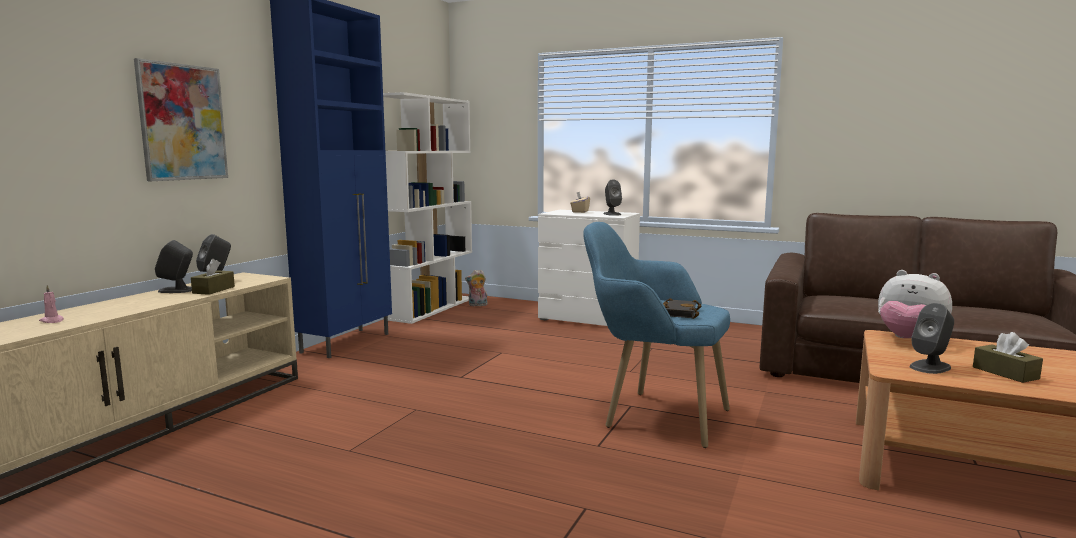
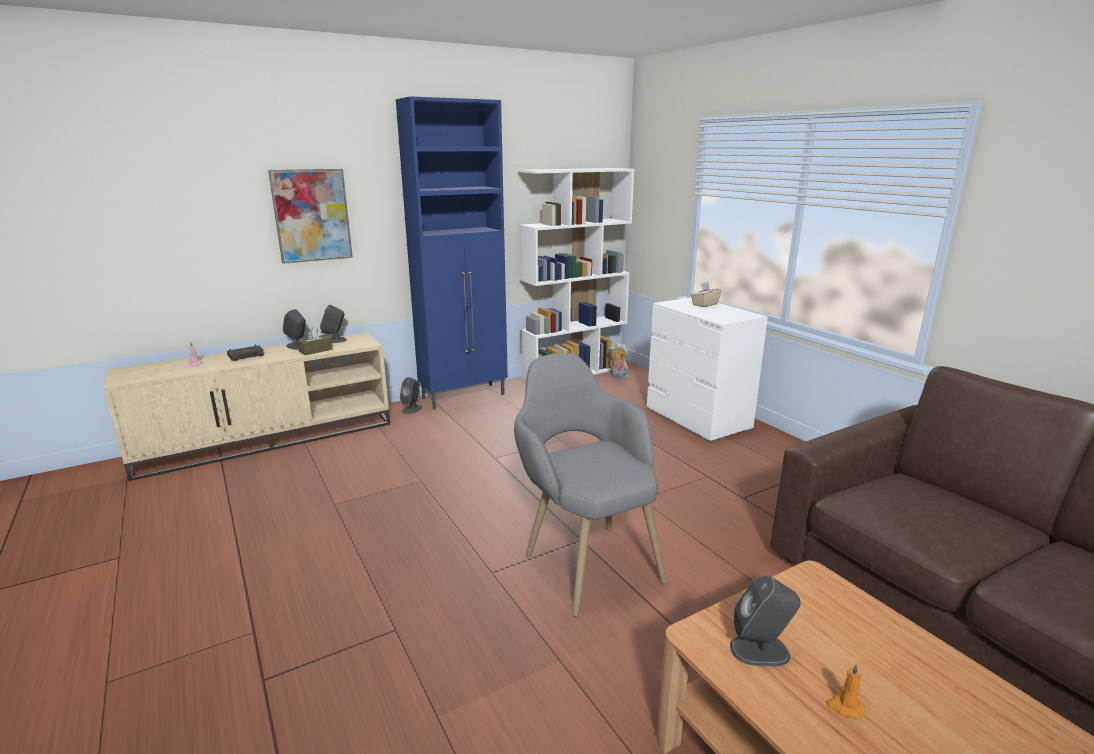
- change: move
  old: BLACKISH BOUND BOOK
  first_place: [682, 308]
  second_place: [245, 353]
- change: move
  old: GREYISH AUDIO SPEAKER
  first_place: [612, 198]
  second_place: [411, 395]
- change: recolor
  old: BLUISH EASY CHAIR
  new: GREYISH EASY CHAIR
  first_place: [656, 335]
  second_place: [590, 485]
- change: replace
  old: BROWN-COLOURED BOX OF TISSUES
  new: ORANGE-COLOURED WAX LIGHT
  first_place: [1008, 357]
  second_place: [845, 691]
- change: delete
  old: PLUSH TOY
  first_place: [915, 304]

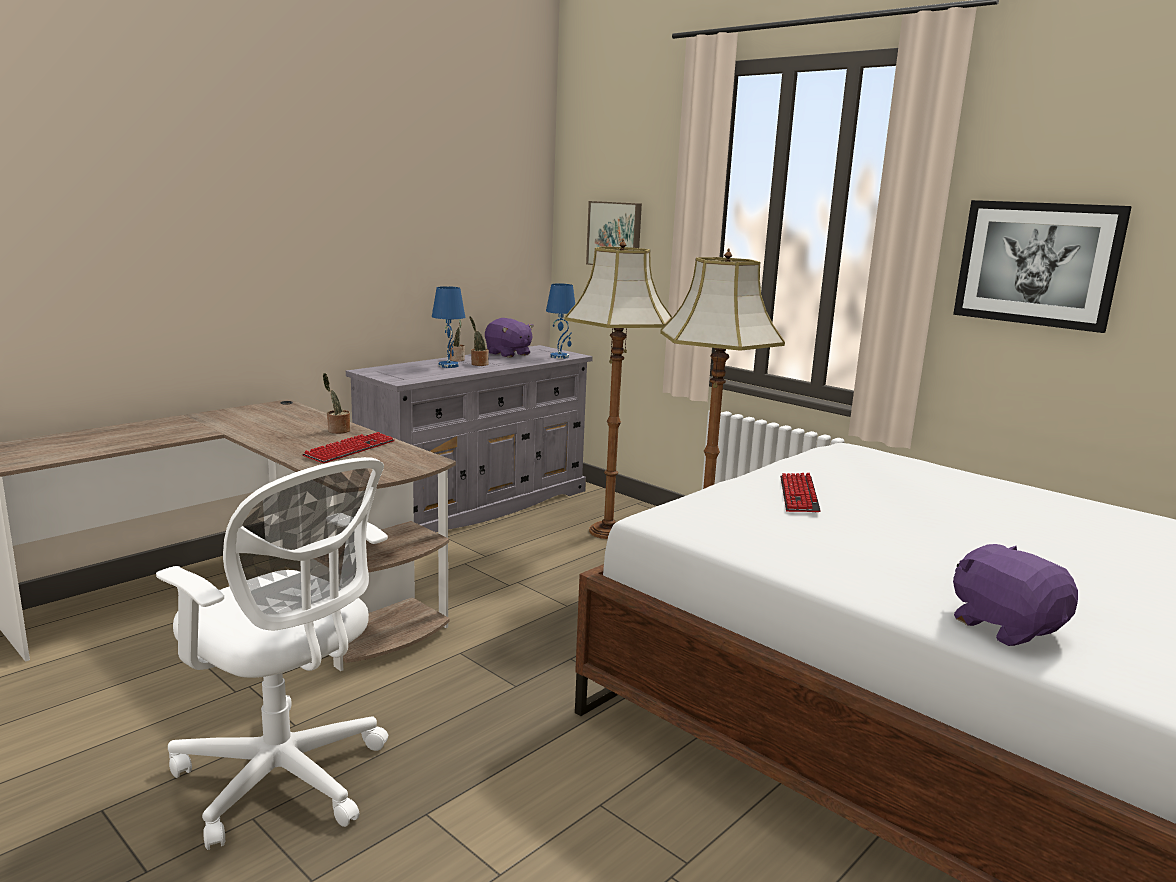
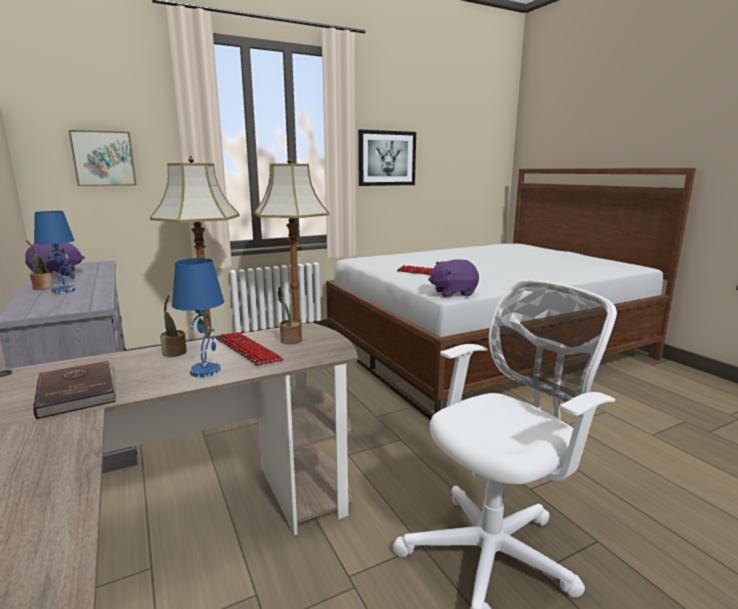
- change: insert
  new: BROWN-COLOURED BOUND BOOK
  second_place: [74, 390]
- change: move
  old: BLUISH TABLE LAMP
  first_place: [560, 321]
  second_place: [198, 317]
- change: move
  old: POTTED PLANT
  first_place: [479, 341]
  second_place: [289, 315]
- change: move
  old: PURPLISH PLUSH TOY
  first_place: [1015, 595]
  second_place: [453, 278]

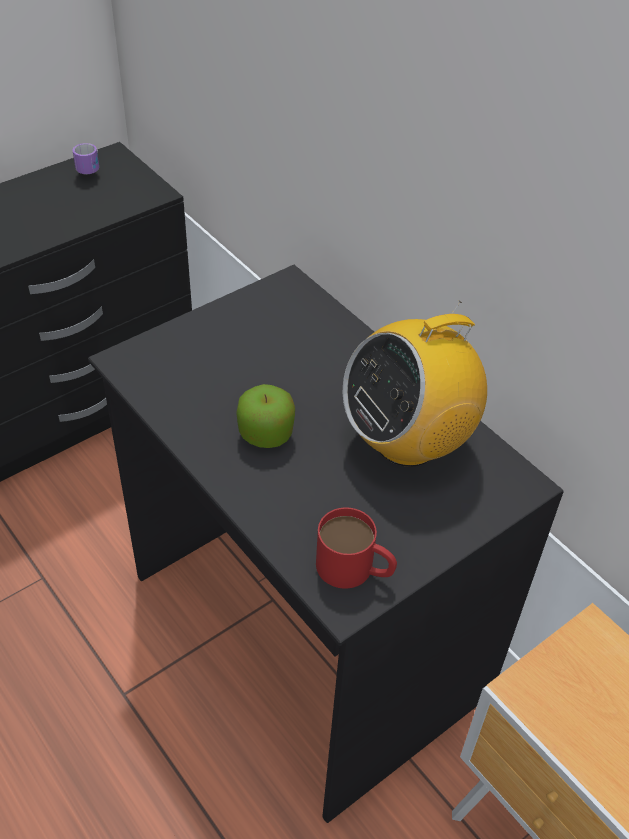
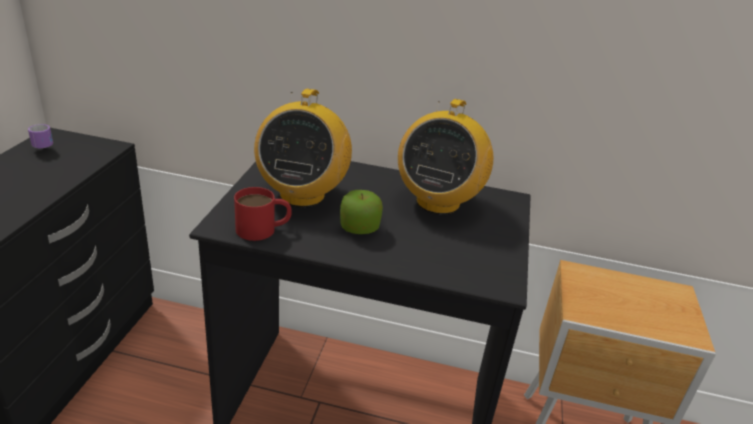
- change: move
  old: RED-COLOURED COFFEE MUG
  first_place: [356, 548]
  second_place: [263, 214]
- change: insert
  new: RADIO RECEIVER
  second_place: [303, 148]

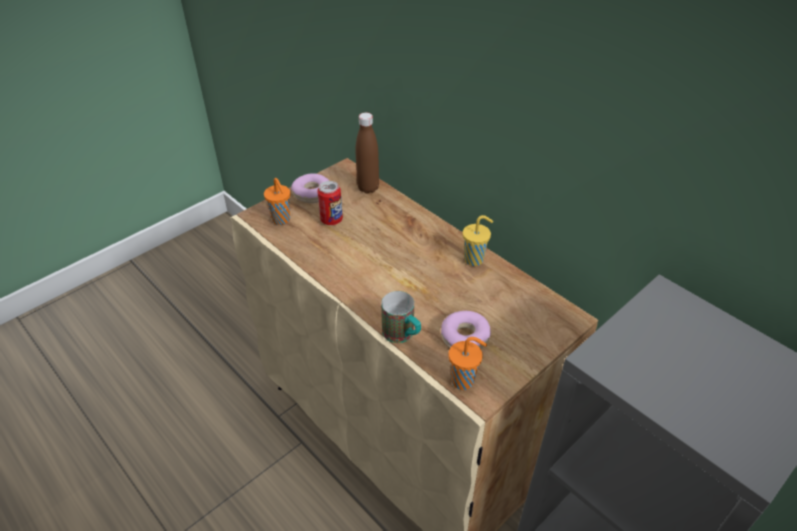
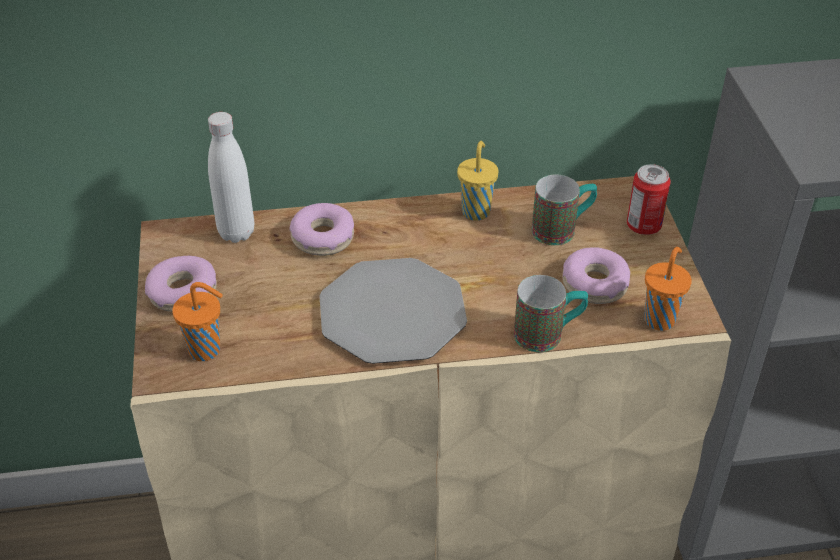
- change: recolor
  old: BROWN-COLOURED BOTTLE
  new: WHITE BOTTLE
  first_place: [367, 153]
  second_place: [231, 177]
- change: insert
  new: DOUGHNUT
  second_place: [322, 229]
- change: insert
  new: PLATE
  second_place: [393, 311]
- change: insert
  new: COFFEE MUG
  second_place: [564, 210]
- change: move
  old: CAN
  first_place: [330, 203]
  second_place: [649, 199]

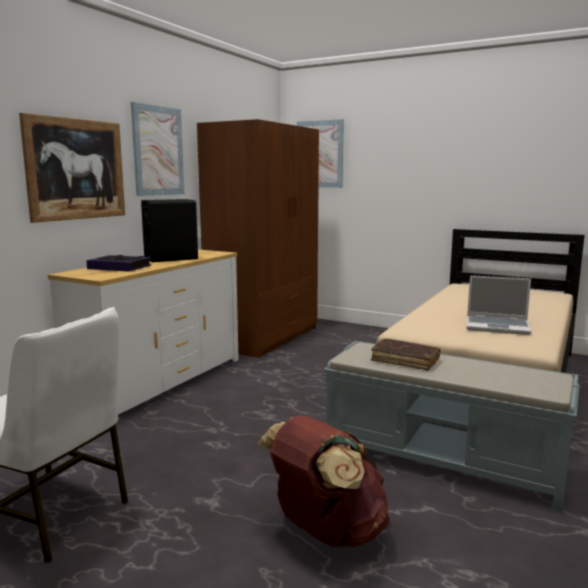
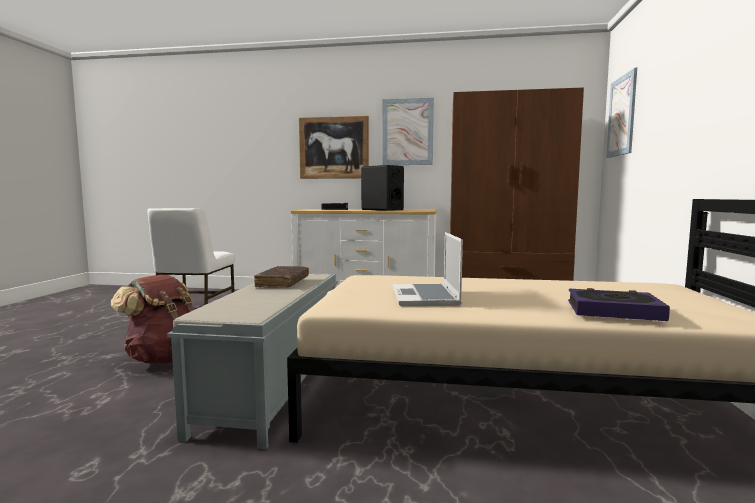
- change: insert
  new: BOUND BOOK
  second_place: [619, 304]

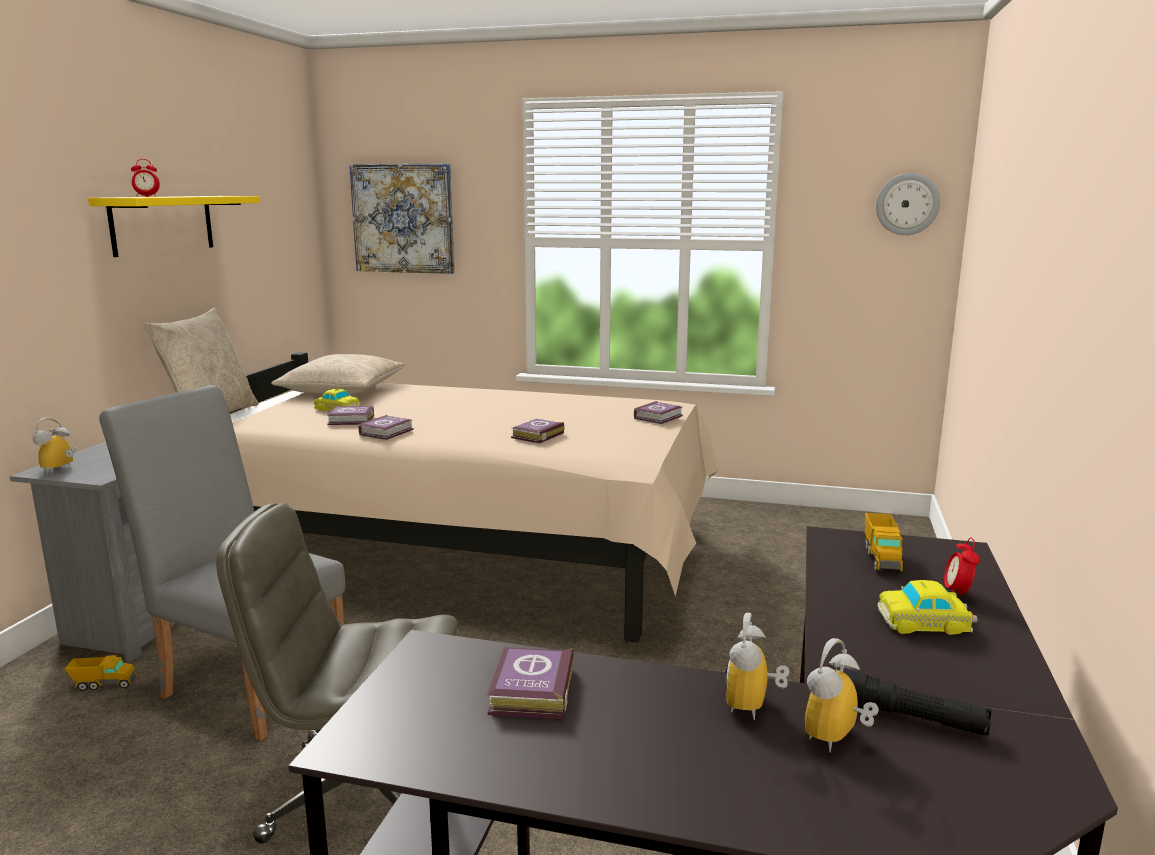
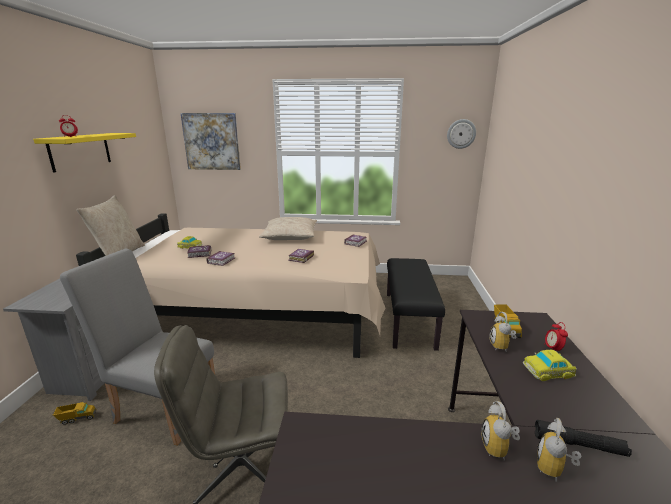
- change: move
  old: BEIGE THROW PILLOW
  first_place: [338, 374]
  second_place: [288, 228]
- change: insert
  new: BLACKISH INDOOR BENCH
  second_place: [416, 304]
- change: move
  old: TABLE CLOCK
  first_place: [54, 446]
  second_place: [502, 331]
- change: delete
  old: BOUND BOOK
  first_place: [530, 683]

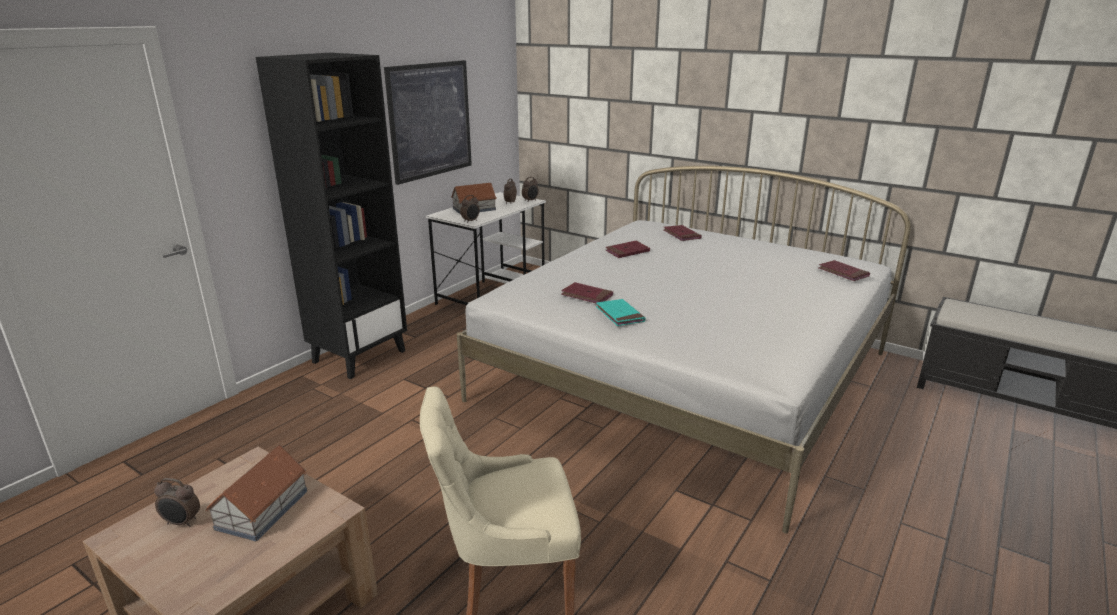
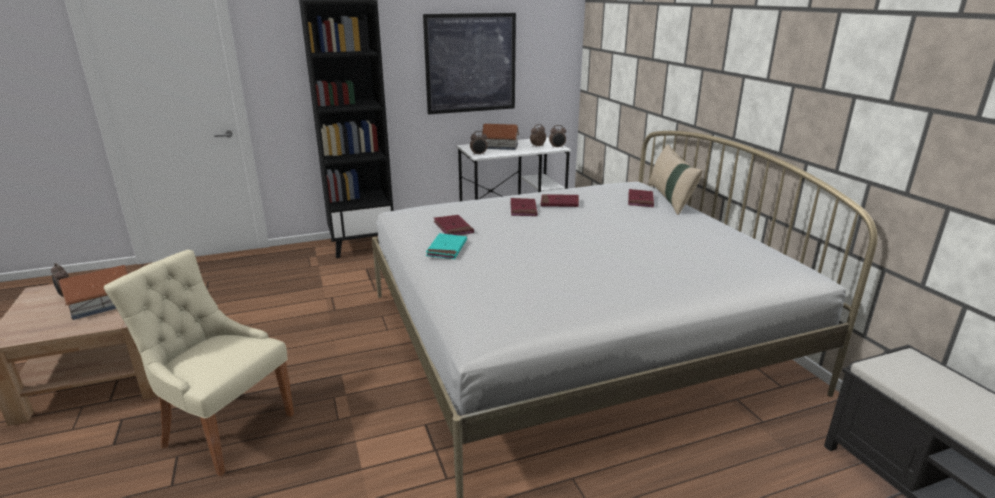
- change: move
  old: RED-COLOURED BOUND BOOK
  first_place: [844, 270]
  second_place: [523, 207]
- change: insert
  new: BEIGE THROW PILLOW
  second_place: [676, 179]

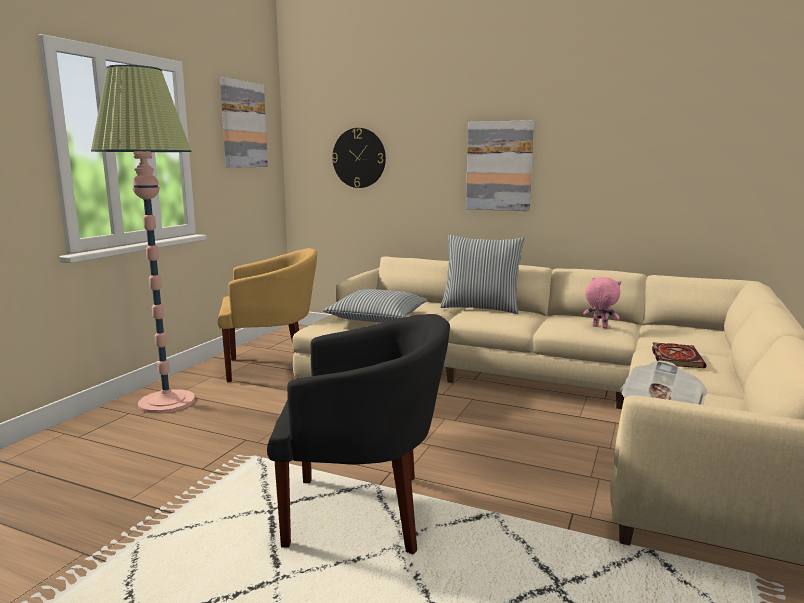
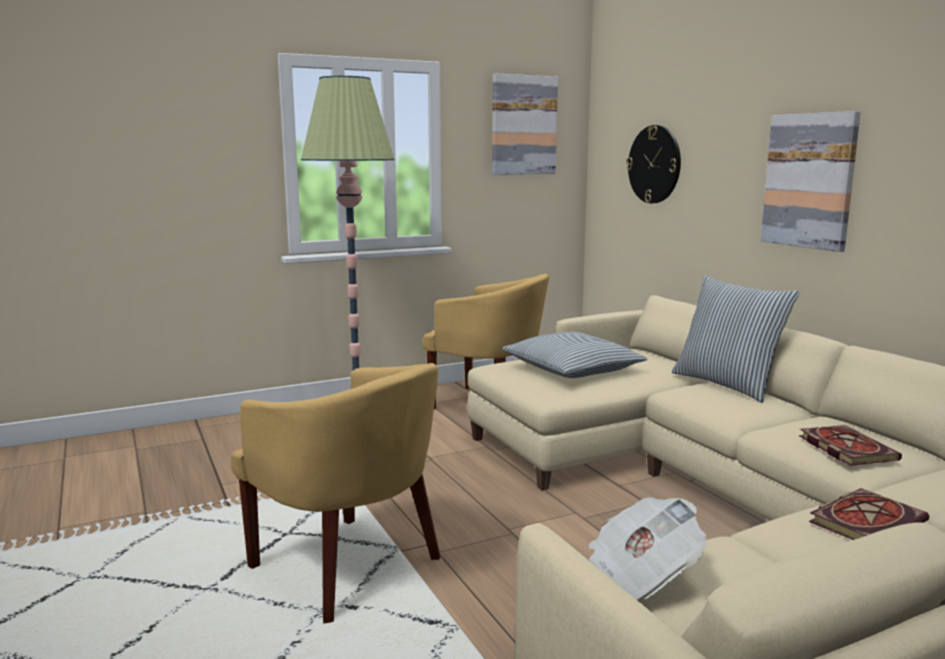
- change: recolor
  old: BLACKISH EASY CHAIR
  new: YELLOW EASY CHAIR
  first_place: [358, 434]
  second_place: [335, 493]
- change: replace
  old: PINK PLUSH TOY
  new: BOUND BOOK
  first_place: [602, 303]
  second_place: [850, 445]

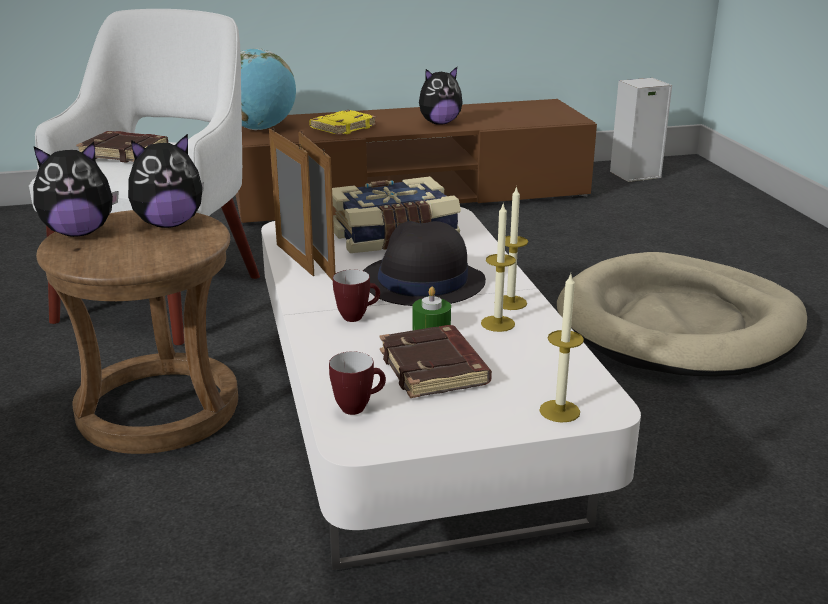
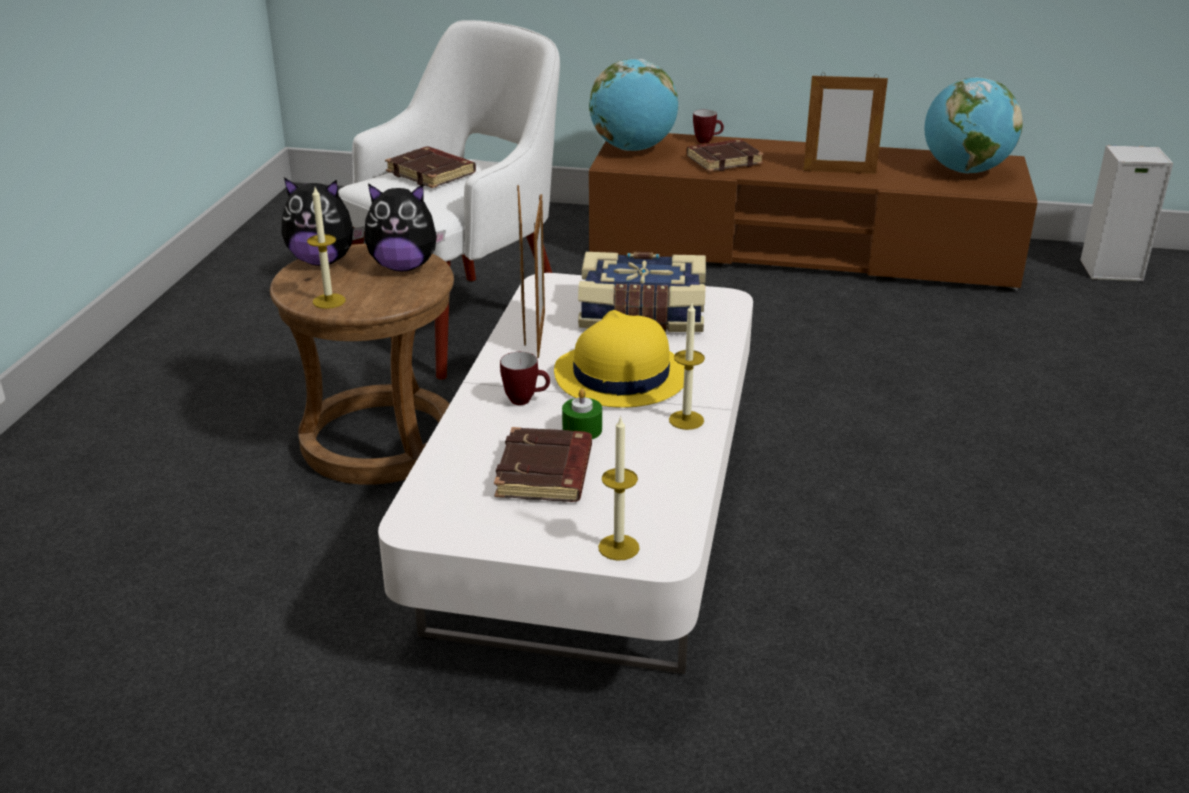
- change: move
  old: WAX LIGHT
  first_place: [498, 268]
  second_place: [326, 248]
- change: recolor
  old: BLACKISH CLOTHING HAT
  new: YELLOW CLOTHING HAT
  first_place: [424, 263]
  second_place: [619, 359]
- change: recolor
  old: YELLOW BOUND BOOK
  new: BROWN-COLOURED BOUND BOOK
  first_place: [343, 122]
  second_place: [725, 155]
- change: move
  old: COFFEE MUG
  first_place: [357, 383]
  second_place: [708, 126]
- change: replace
  old: PLUSH TOY
  new: PHOTO FRAME
  first_place: [441, 96]
  second_place: [845, 123]
- change: insert
  new: WORLD GLOBE
  second_place: [973, 125]
- change: delete
  old: BEIGE DOG BED
  first_place: [682, 314]

